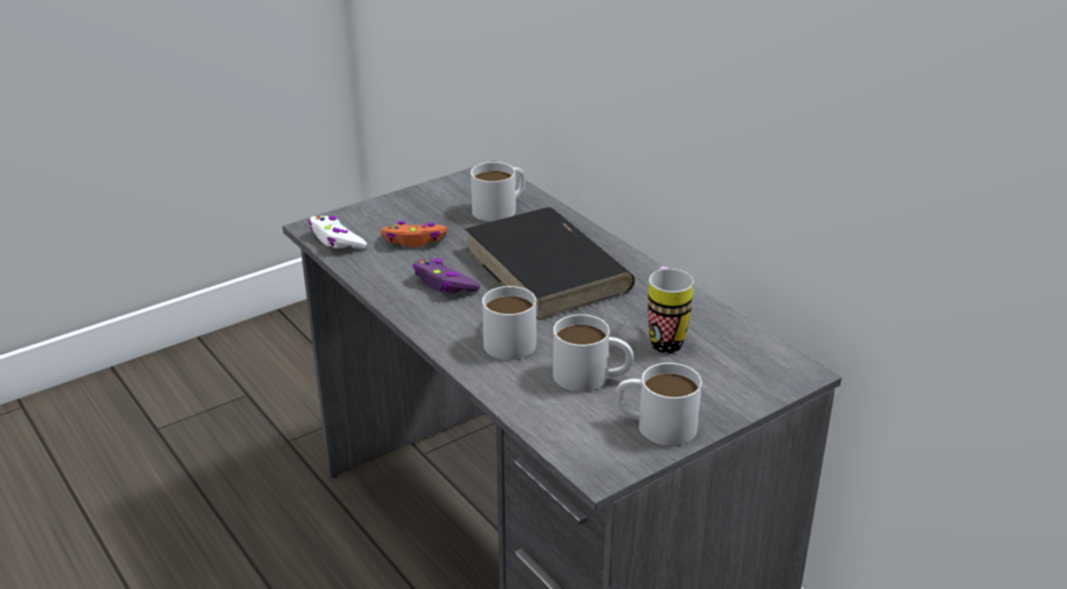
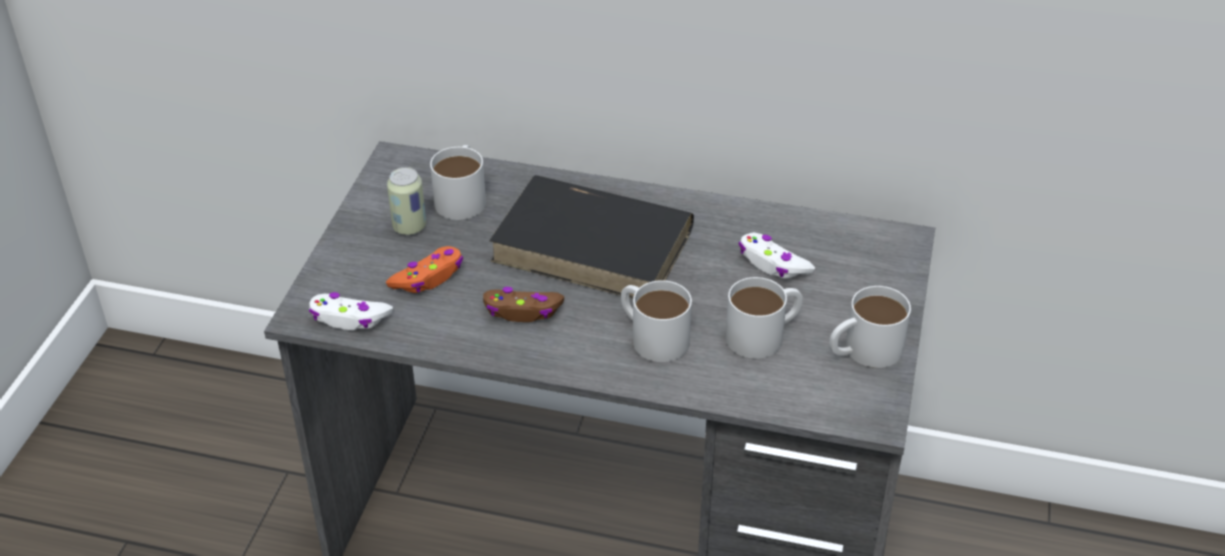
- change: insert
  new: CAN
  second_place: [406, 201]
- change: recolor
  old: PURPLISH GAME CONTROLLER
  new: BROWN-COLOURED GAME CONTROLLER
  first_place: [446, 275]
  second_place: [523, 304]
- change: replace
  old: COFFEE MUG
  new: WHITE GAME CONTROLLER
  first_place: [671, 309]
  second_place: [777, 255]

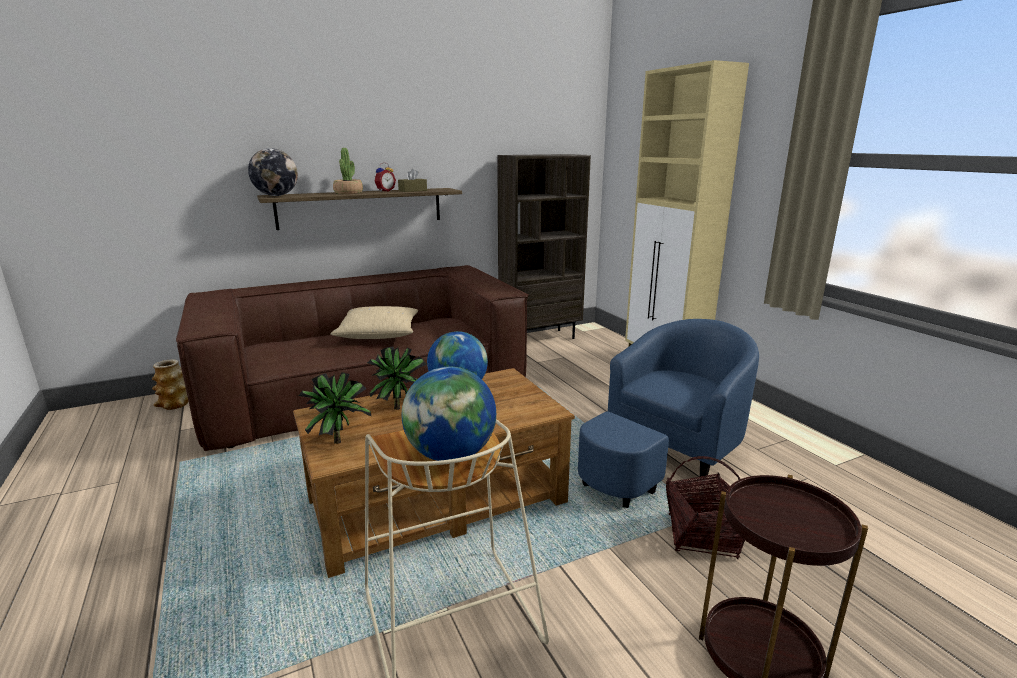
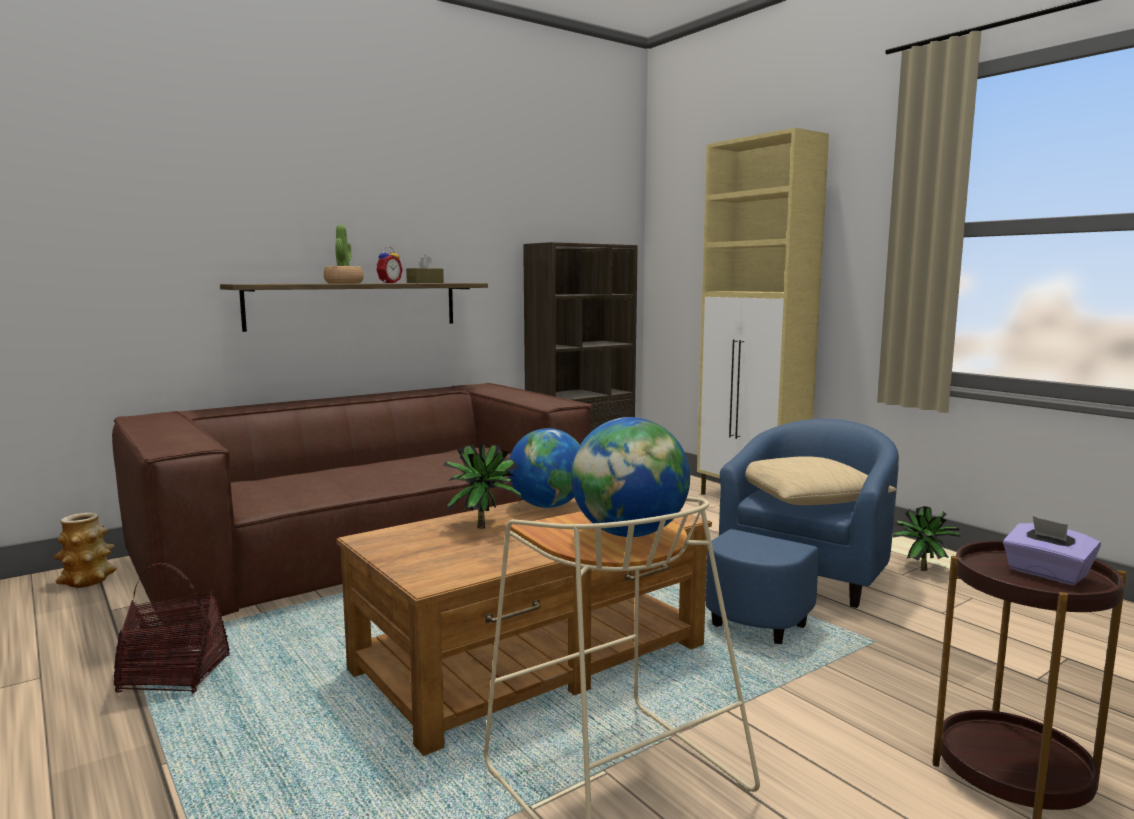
- change: move
  old: BASKET
  first_place: [705, 507]
  second_place: [171, 628]
- change: move
  old: BEIGE THROW PILLOW
  first_place: [374, 322]
  second_place: [820, 480]
- change: move
  old: POTTED PLANT
  first_place: [335, 408]
  second_place: [927, 538]
- change: insert
  new: PURPLISH BOX OF TISSUES
  second_place: [1052, 550]
- change: delete
  old: WORLD GLOBE
  first_place: [273, 172]

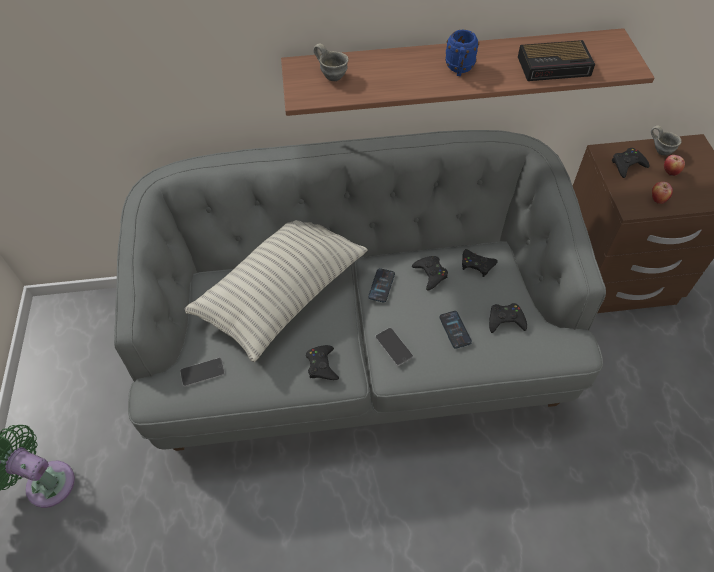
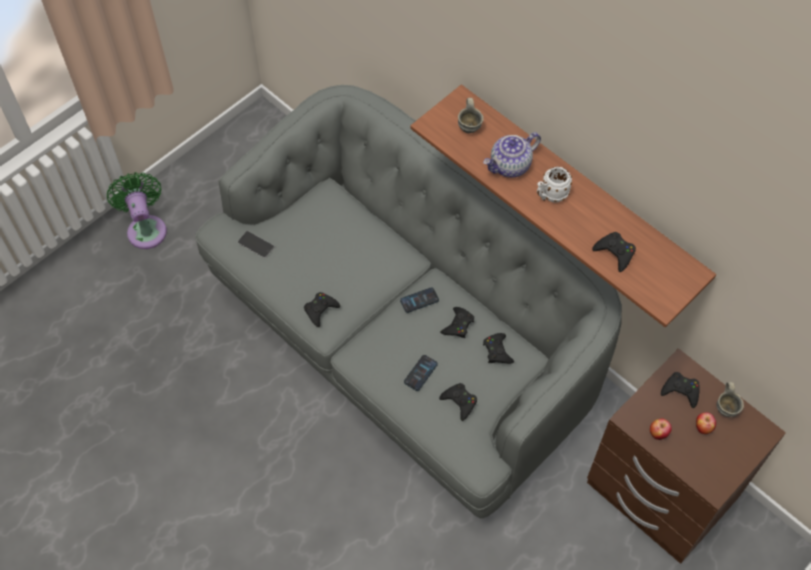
- change: insert
  new: POT FOR TEA
  second_place: [512, 155]
- change: recolor
  old: BLUISH COFFEE MUG
  new: WHITE COFFEE MUG
  first_place: [462, 53]
  second_place: [554, 185]
- change: replace
  old: TABLE CLOCK
  new: BLACKISH GAME CONTROLLER
  first_place: [556, 60]
  second_place: [614, 252]
- change: delete
  old: THROW PILLOW
  first_place: [276, 291]
- change: delete
  old: HANDSET
  first_place: [394, 347]

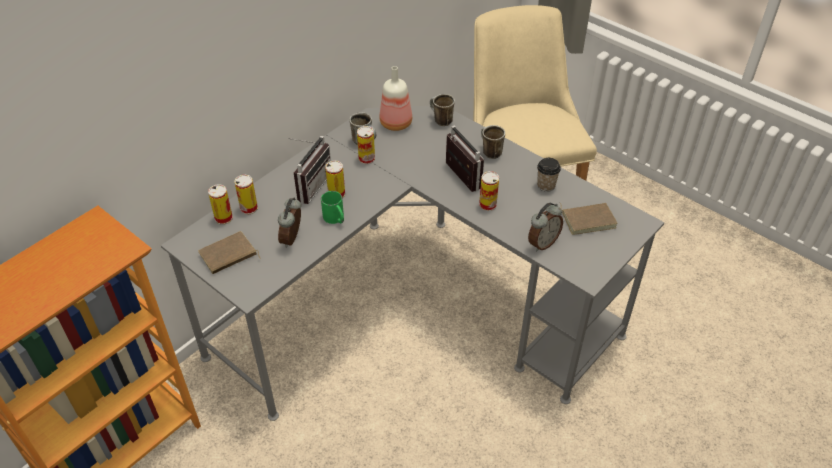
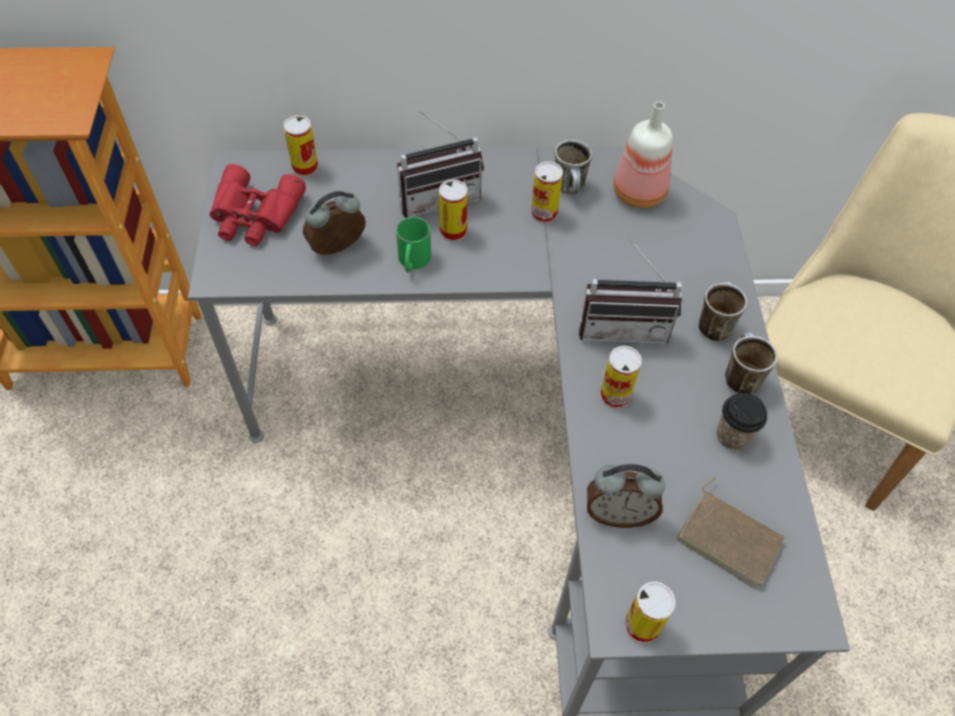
- change: replace
  old: BROWN-COLOURED BOUND BOOK
  new: RED-COLOURED PAIR OF BINOCULARS
  first_place: [229, 252]
  second_place: [258, 205]
- change: rotate
  old: RADIO RECEIVER
  first_place: [465, 159]
  second_place: [630, 291]
  degrees: 75
- change: move
  old: CAN
  first_place: [246, 195]
  second_place: [650, 612]
- change: move
  old: COFFEE MUG
  first_place: [442, 110]
  second_place: [751, 363]

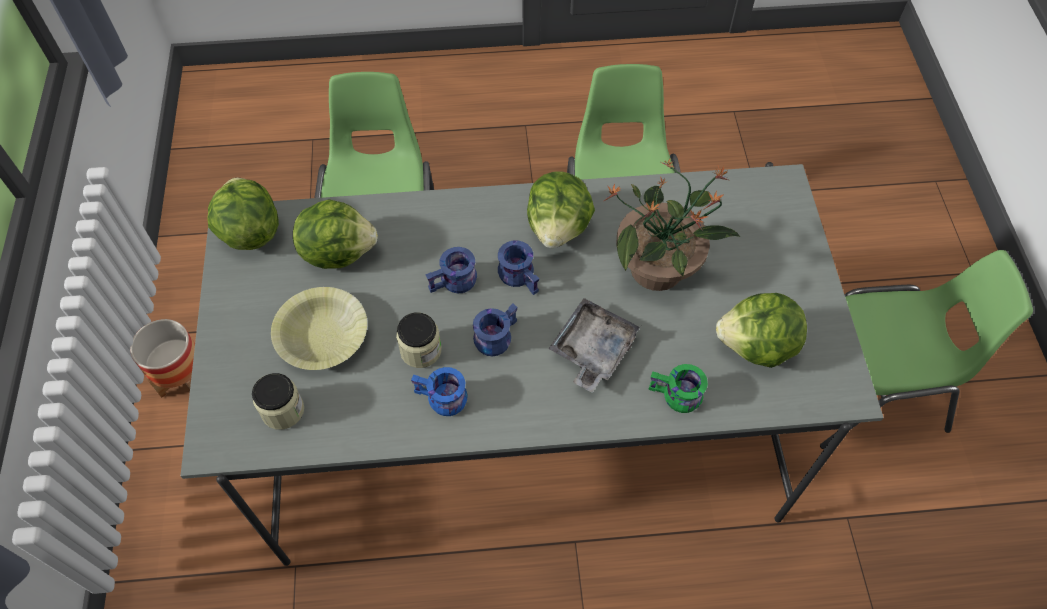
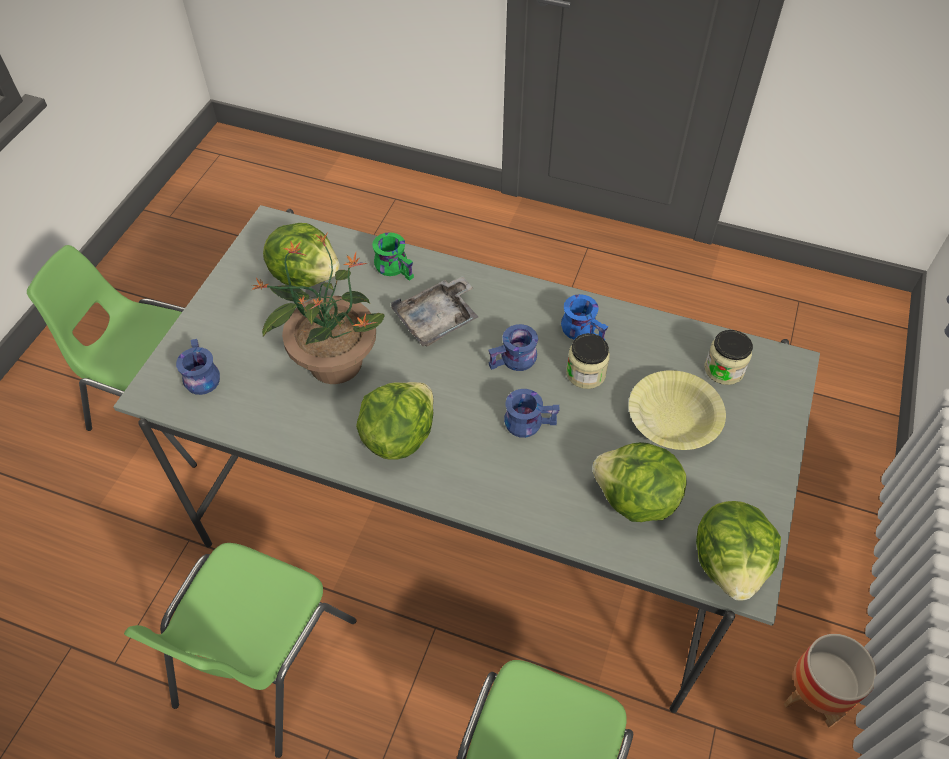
- change: move
  old: BLUISH COFFEE MUG
  first_place: [518, 267]
  second_place: [198, 367]

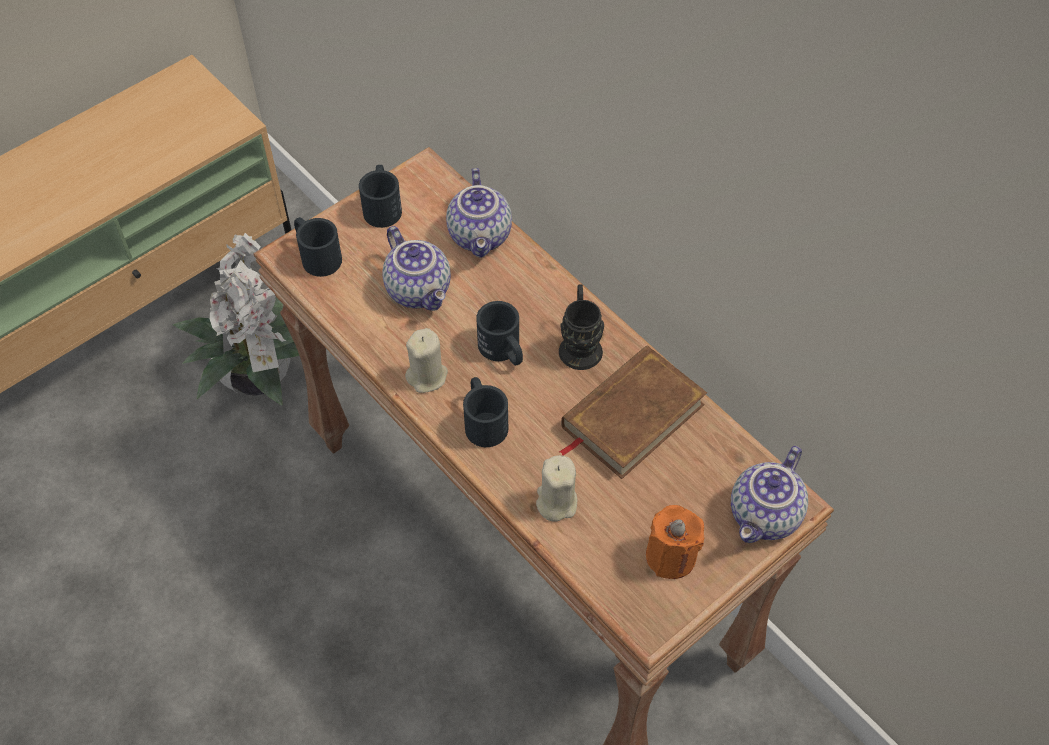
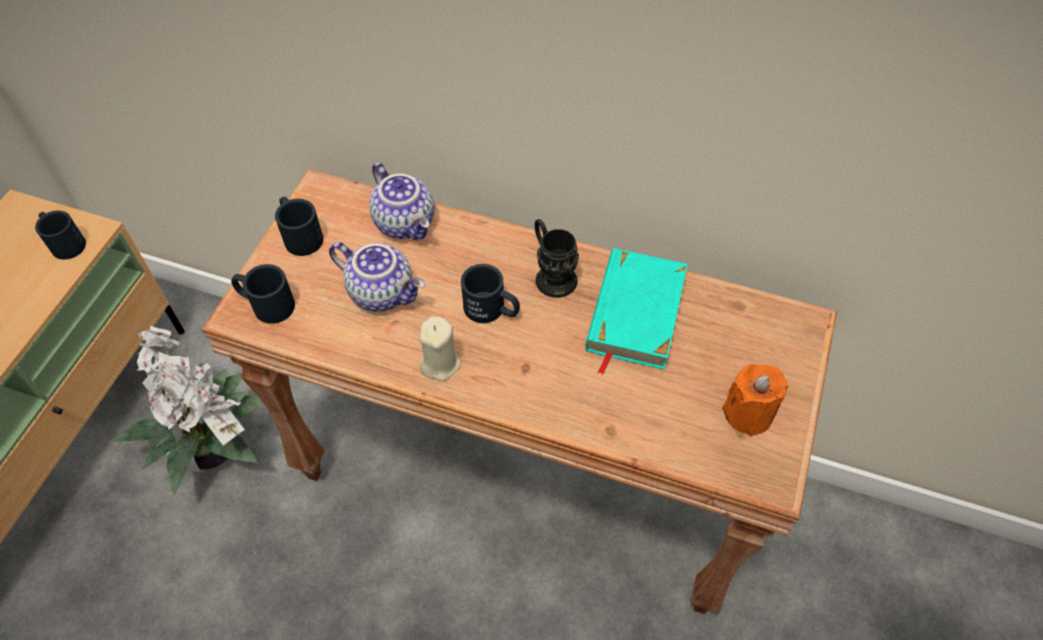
- change: move
  old: BLACKISH COFFEE MUG
  first_place: [485, 412]
  second_place: [60, 235]
- change: recolor
  old: BROWN-COLOURED BOUND BOOK
  new: TURQUOISE-COLOURED BOUND BOOK
  first_place: [633, 412]
  second_place: [636, 311]
- change: delete
  old: BEIGE WAX LIGHT
  first_place: [556, 488]
- change: delete
  old: POT FOR TEA
  first_place: [769, 494]

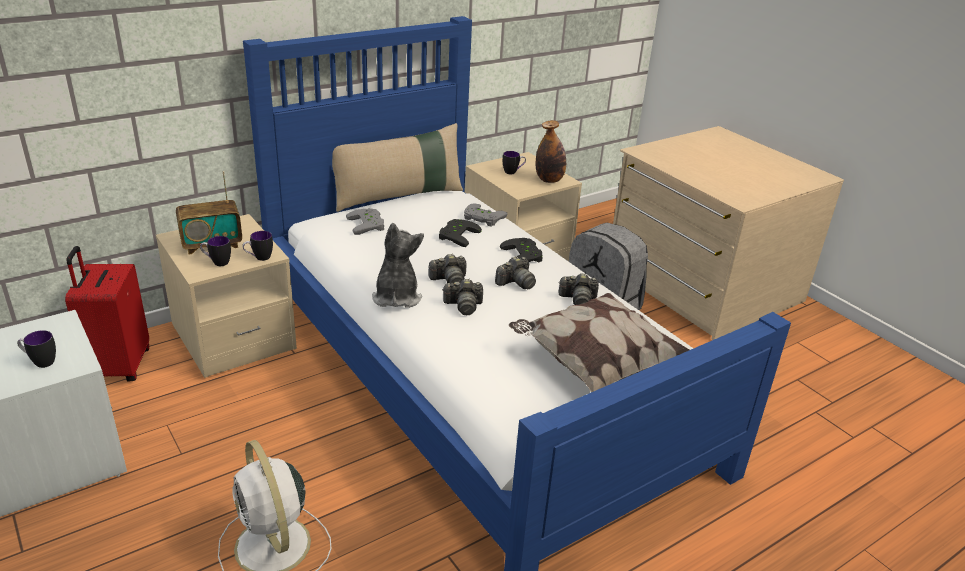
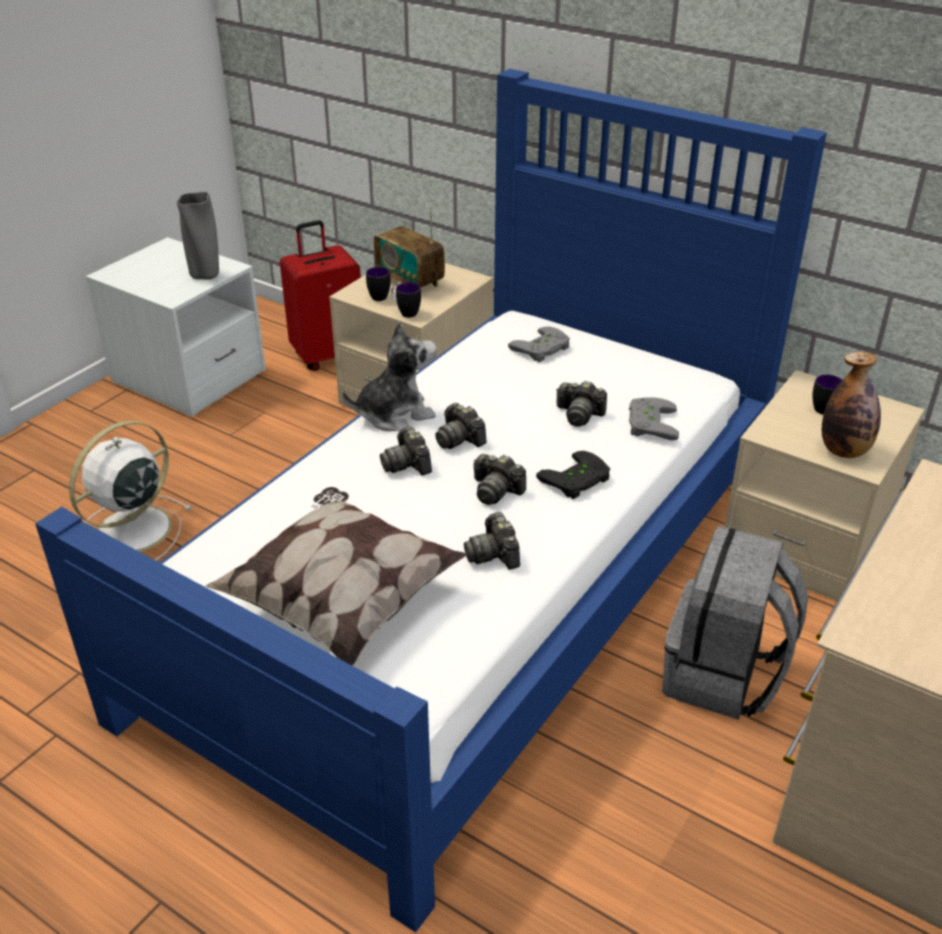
- change: insert
  new: GREYISH FLOWER VASE
  second_place: [197, 236]
- change: replace
  old: BLACKISH GAME CONTROLLER
  new: STILL CAMERA
  first_place: [460, 233]
  second_place: [581, 404]
- change: delete
  old: COFFEE MUG
  first_place: [36, 349]
- change: delete
  old: BEIGE THROW PILLOW
  first_place: [397, 167]

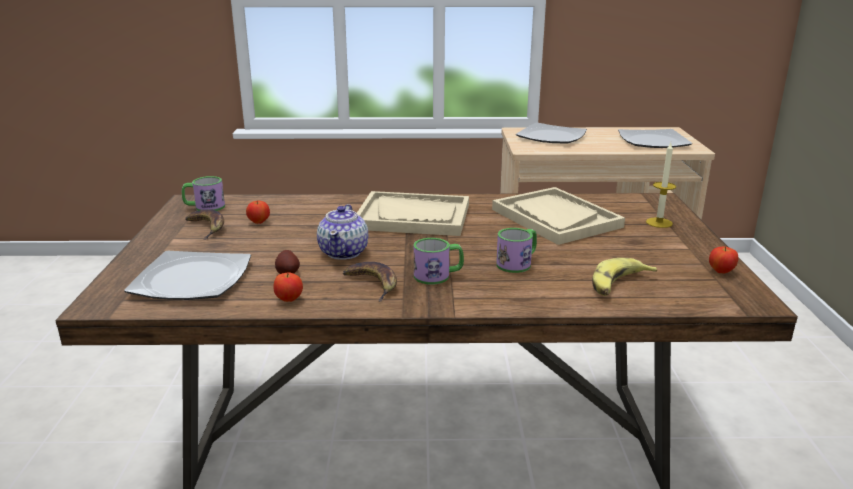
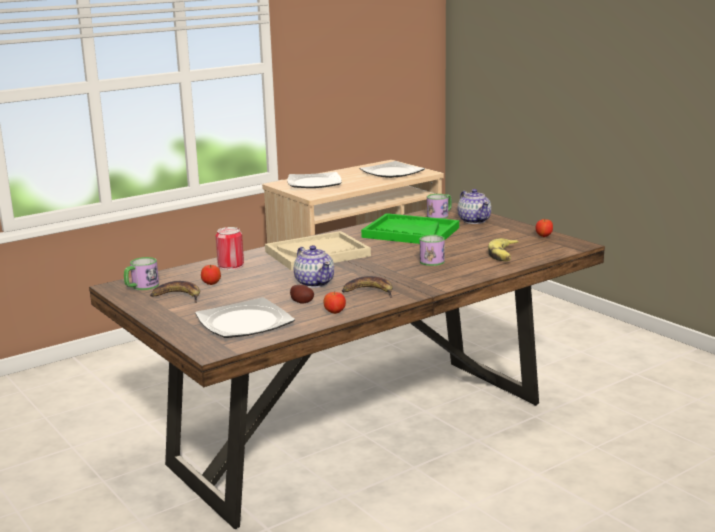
- change: insert
  new: CAN
  second_place: [230, 248]
- change: recolor
  old: BEIGE CARRYING TRAY
  new: GREEN CARRYING TRAY
  first_place: [558, 216]
  second_place: [410, 228]
- change: move
  old: COFFEE MUG
  first_place: [439, 261]
  second_place: [439, 206]
- change: replace
  old: WAX LIGHT
  new: POT FOR TEA
  first_place: [661, 185]
  second_place: [474, 206]

